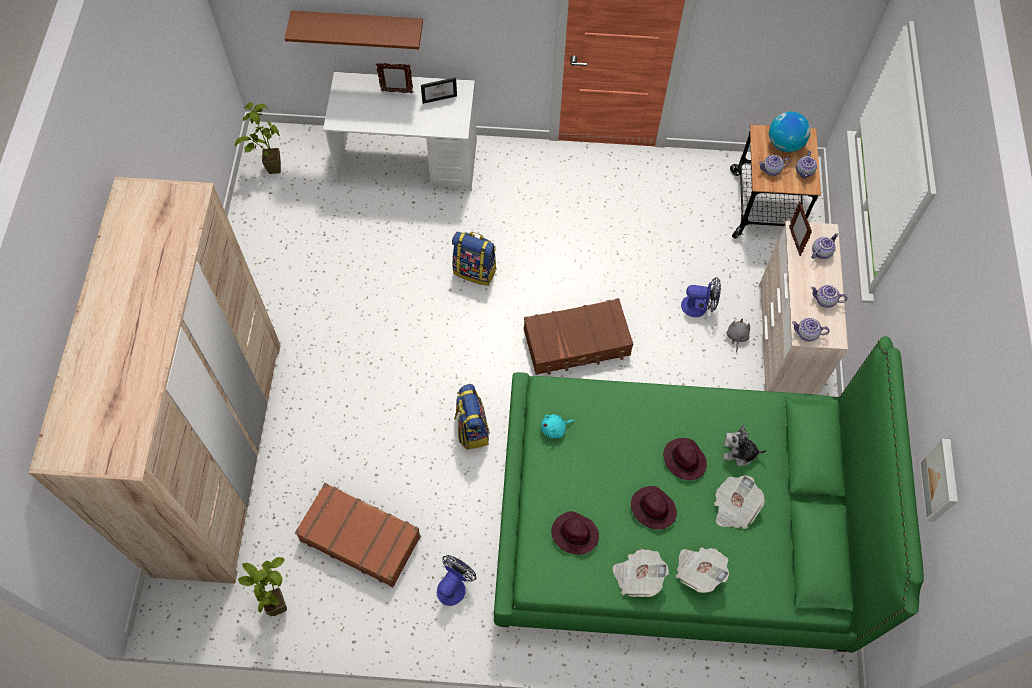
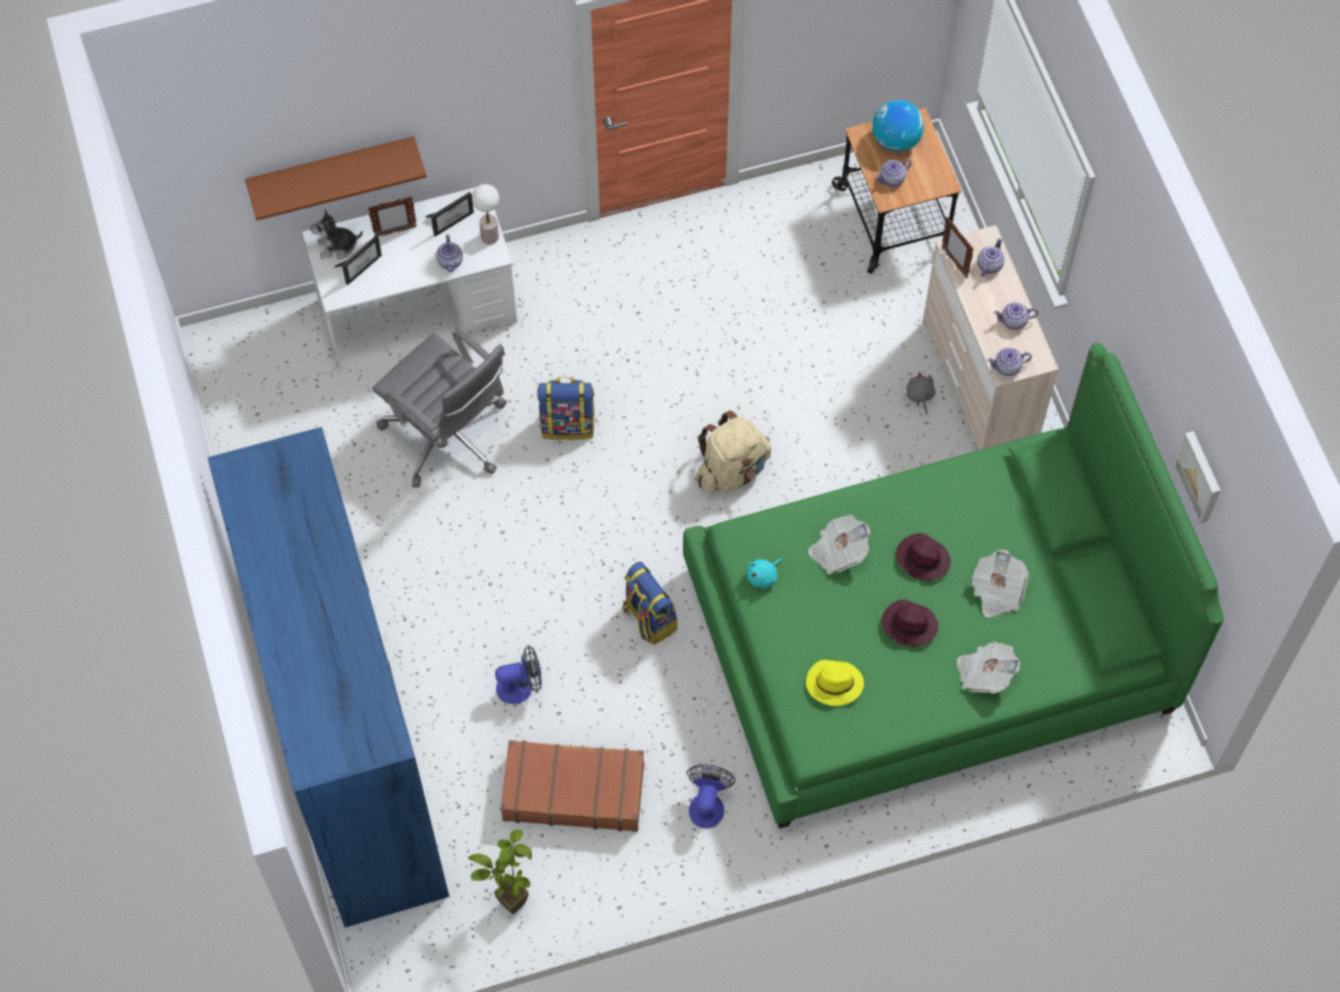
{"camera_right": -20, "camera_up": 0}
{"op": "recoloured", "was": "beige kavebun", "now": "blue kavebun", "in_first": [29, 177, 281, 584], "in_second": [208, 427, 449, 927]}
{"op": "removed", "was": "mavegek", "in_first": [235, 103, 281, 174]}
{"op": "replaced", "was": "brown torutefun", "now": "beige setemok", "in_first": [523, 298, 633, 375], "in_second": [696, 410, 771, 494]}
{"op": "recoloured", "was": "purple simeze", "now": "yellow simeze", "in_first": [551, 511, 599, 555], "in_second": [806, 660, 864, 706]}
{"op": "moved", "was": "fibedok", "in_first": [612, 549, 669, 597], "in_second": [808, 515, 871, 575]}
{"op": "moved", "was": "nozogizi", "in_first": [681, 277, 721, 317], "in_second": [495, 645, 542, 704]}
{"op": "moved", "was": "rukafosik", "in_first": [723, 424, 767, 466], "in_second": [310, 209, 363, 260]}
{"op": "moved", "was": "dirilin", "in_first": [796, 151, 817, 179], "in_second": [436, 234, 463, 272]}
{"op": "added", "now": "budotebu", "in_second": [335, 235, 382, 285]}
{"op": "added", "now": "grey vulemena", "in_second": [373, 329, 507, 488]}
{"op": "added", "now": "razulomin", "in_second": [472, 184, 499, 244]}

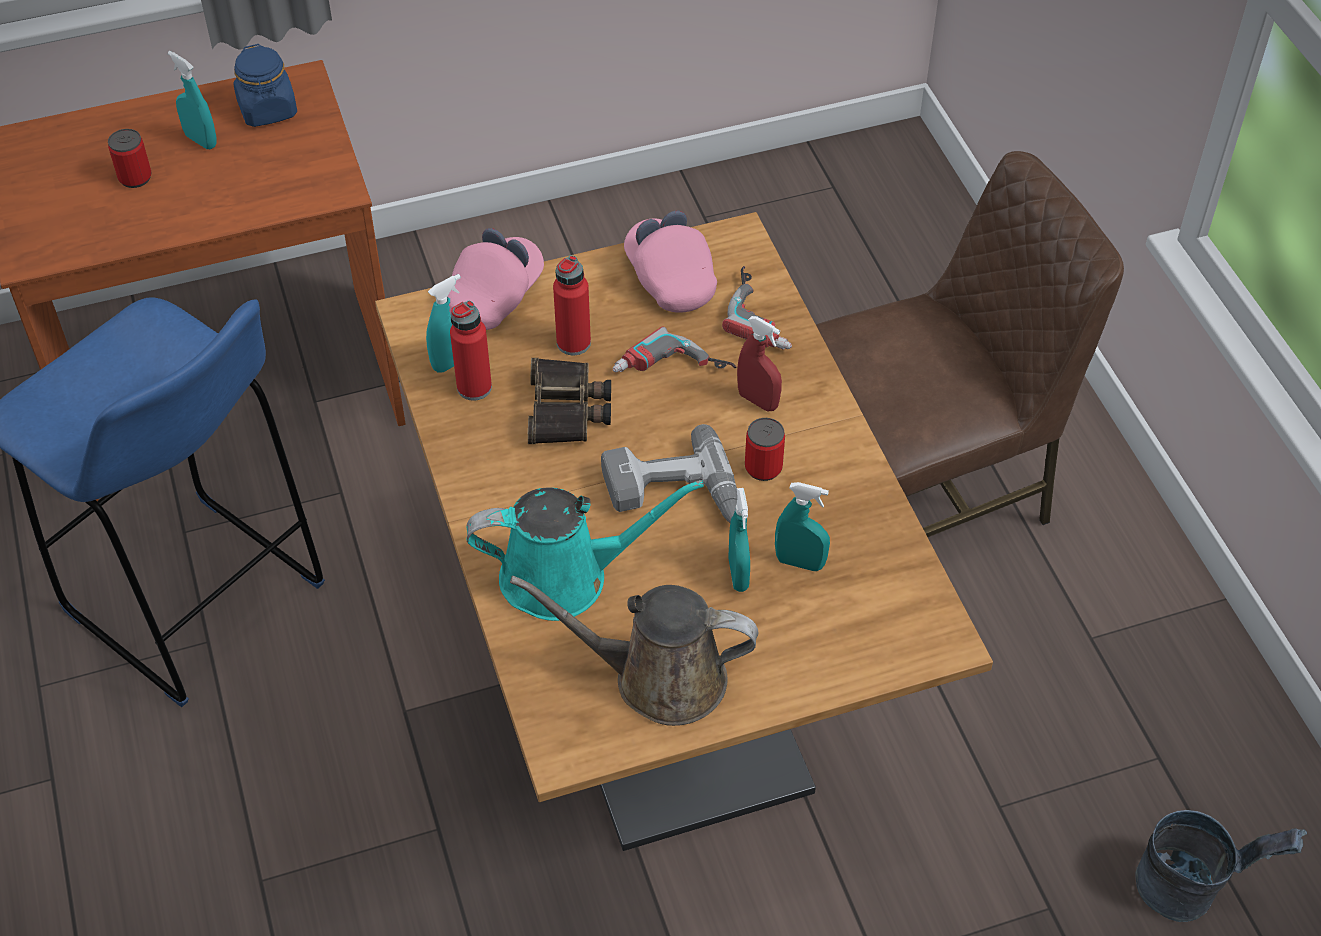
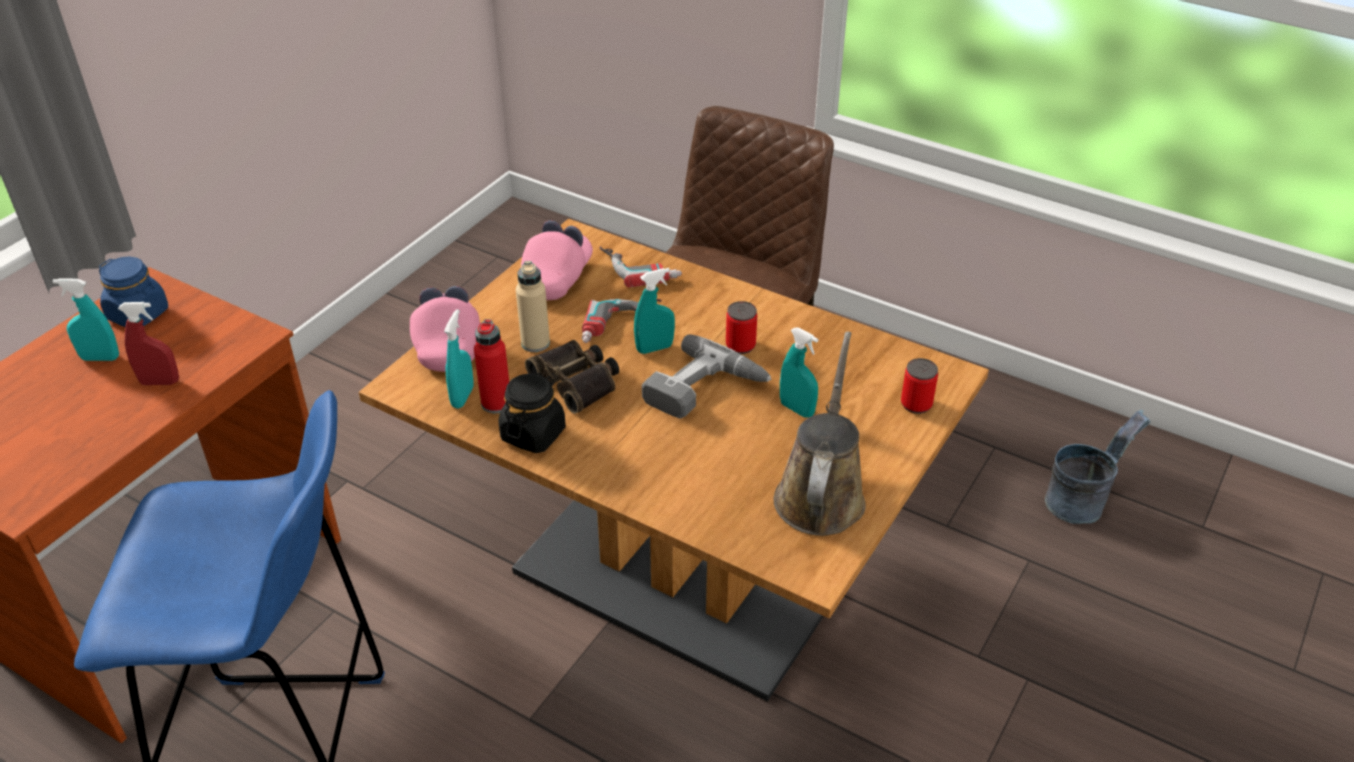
{"camera_right": -40, "camera_up": -10}
{"op": "moved", "was": "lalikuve", "in_first": [108, 129, 151, 188], "in_second": [901, 358, 938, 414]}
{"op": "removed", "was": "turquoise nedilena", "in_first": [467, 480, 704, 621]}
{"op": "turned", "was": "brown nedilena", "in_first": [510, 575, 759, 726], "in_second": [774, 332, 866, 536], "clockwise": 135}
{"op": "recoloured", "was": "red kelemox", "now": "beige kelemox", "in_first": [553, 255, 591, 355], "in_second": [516, 261, 550, 352]}
{"op": "turned", "was": "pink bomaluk", "in_first": [624, 211, 717, 313], "in_second": [521, 220, 593, 300], "clockwise": 90}
{"op": "moved", "was": "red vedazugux", "in_first": [737, 316, 782, 412], "in_second": [118, 302, 179, 385]}
{"op": "moved", "was": "turquoise vedazugux", "in_first": [775, 482, 830, 571], "in_second": [634, 268, 675, 354]}
{"op": "added", "now": "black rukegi", "in_second": [498, 372, 566, 453]}

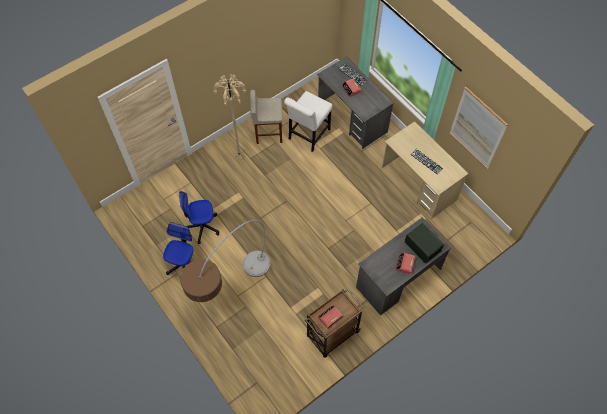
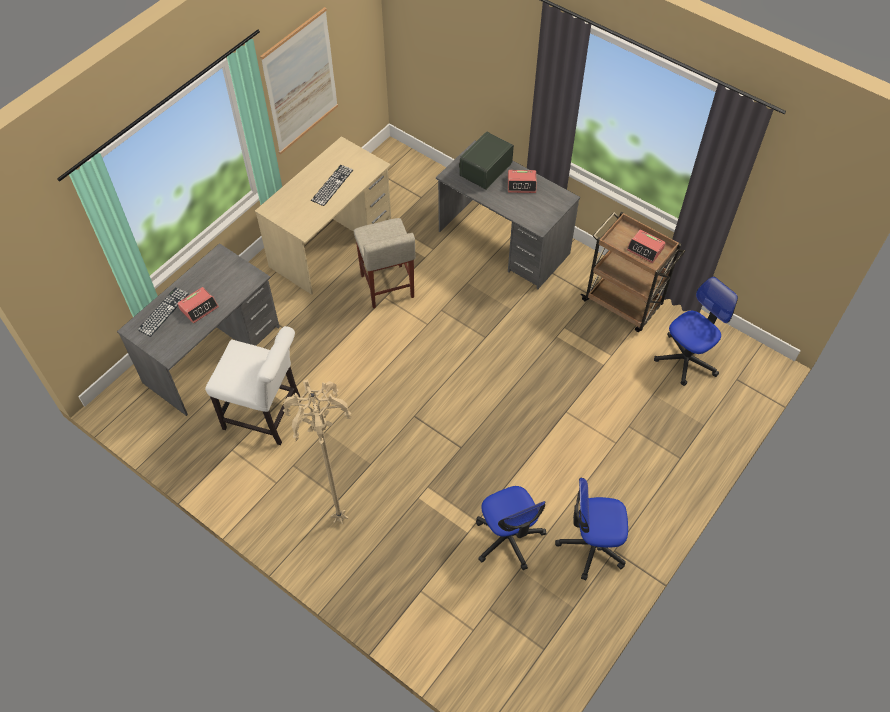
{"camera_right": -105, "camera_up": -5}
{"op": "removed", "was": "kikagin", "in_first": [180, 220, 271, 302]}
{"op": "moved", "was": "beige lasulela", "in_first": [250, 90, 283, 144], "in_second": [354, 218, 416, 308]}
{"op": "added", "now": "vulemena", "in_second": [654, 277, 738, 386]}

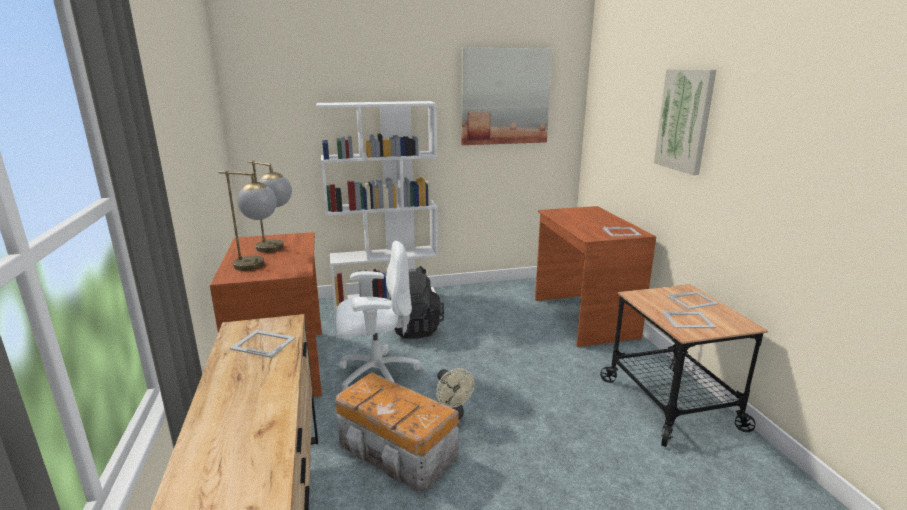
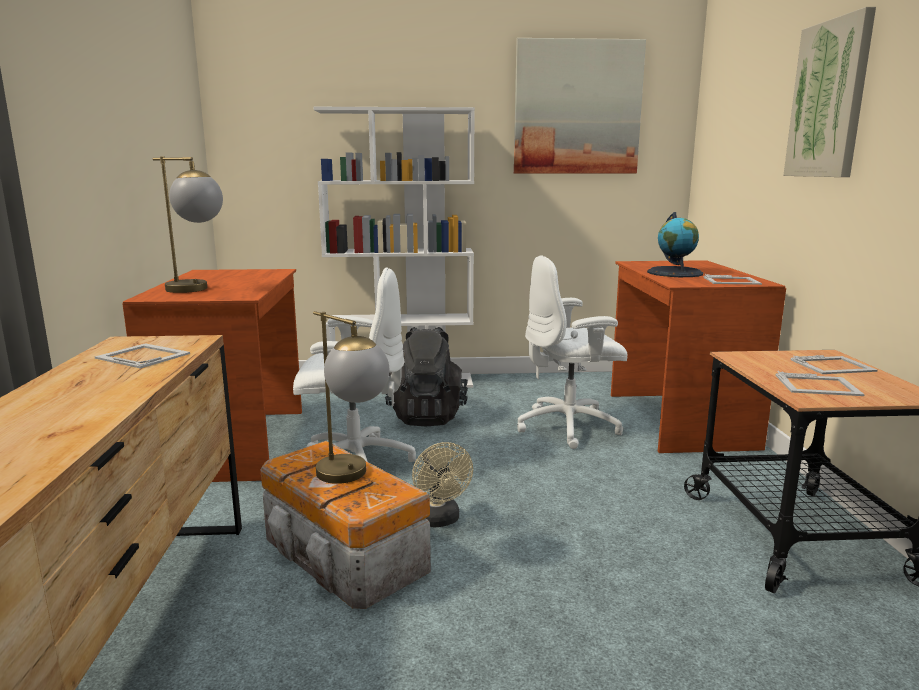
{"camera_right": 10, "camera_up": -5}
{"op": "moved", "was": "razulomin", "in_first": [247, 161, 292, 252], "in_second": [313, 311, 390, 484]}
{"op": "added", "now": "white vulemena", "in_second": [517, 255, 628, 449]}
{"op": "added", "now": "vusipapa", "in_second": [647, 212, 703, 277]}

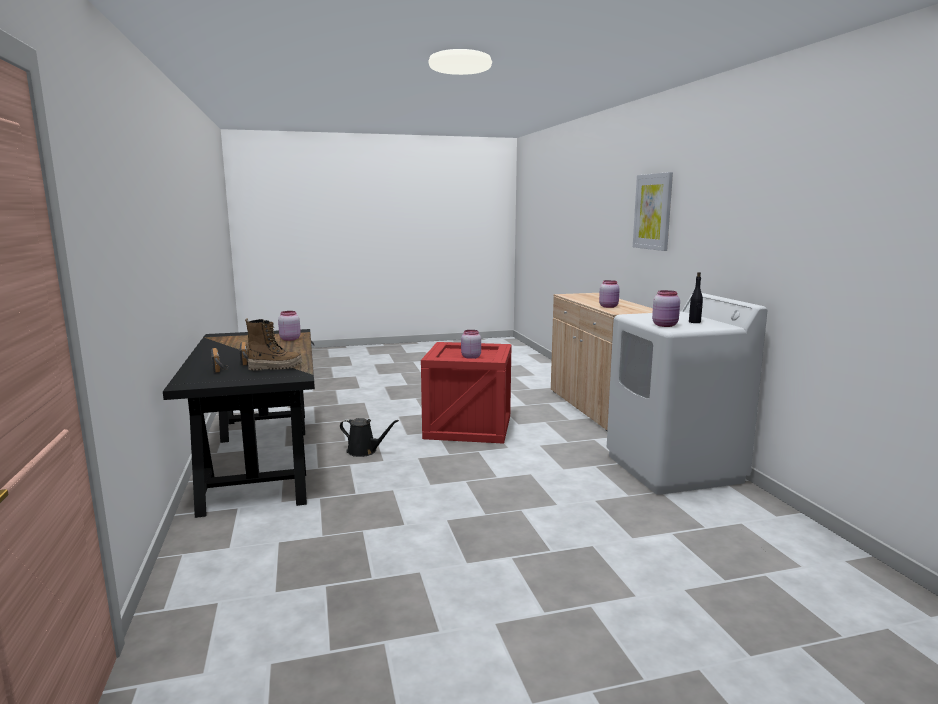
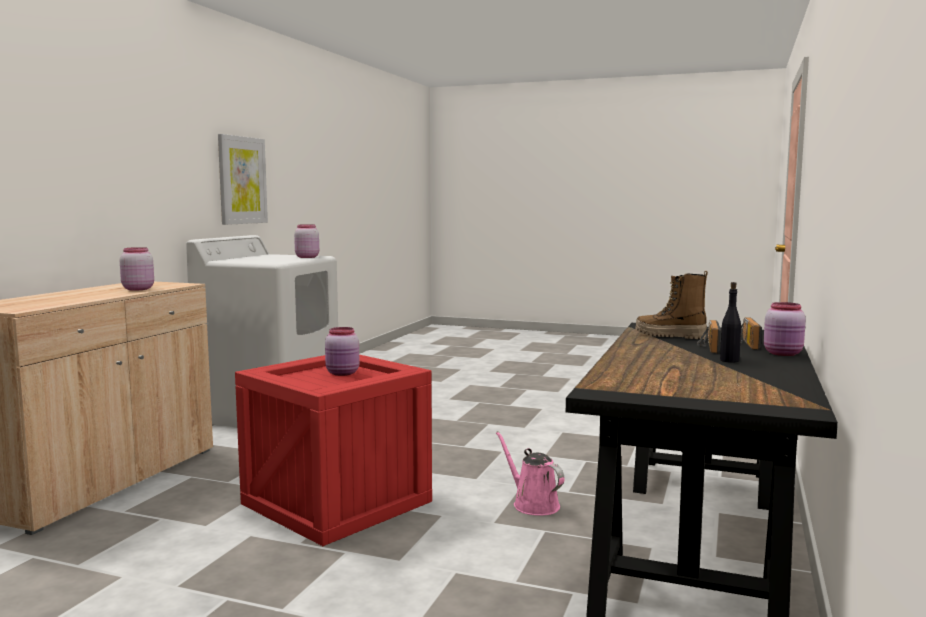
{"camera_right": -145, "camera_up": -5}
{"op": "moved", "was": "pink rukegi", "in_first": [278, 311, 301, 341], "in_second": [764, 302, 806, 356]}
{"op": "recoloured", "was": "black nedilena", "now": "pink nedilena", "in_first": [340, 418, 399, 457], "in_second": [496, 431, 565, 516]}
{"op": "moved", "was": "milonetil", "in_first": [633, 172, 673, 251], "in_second": [218, 134, 268, 225]}
{"op": "moved", "was": "black kelemox", "in_first": [689, 272, 703, 323], "in_second": [720, 282, 741, 363]}

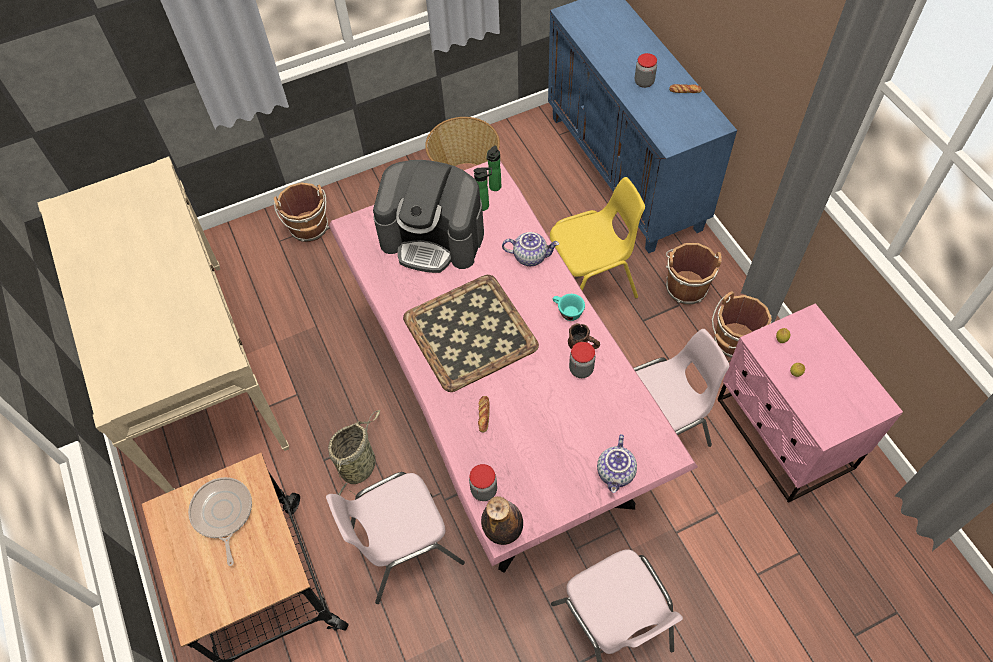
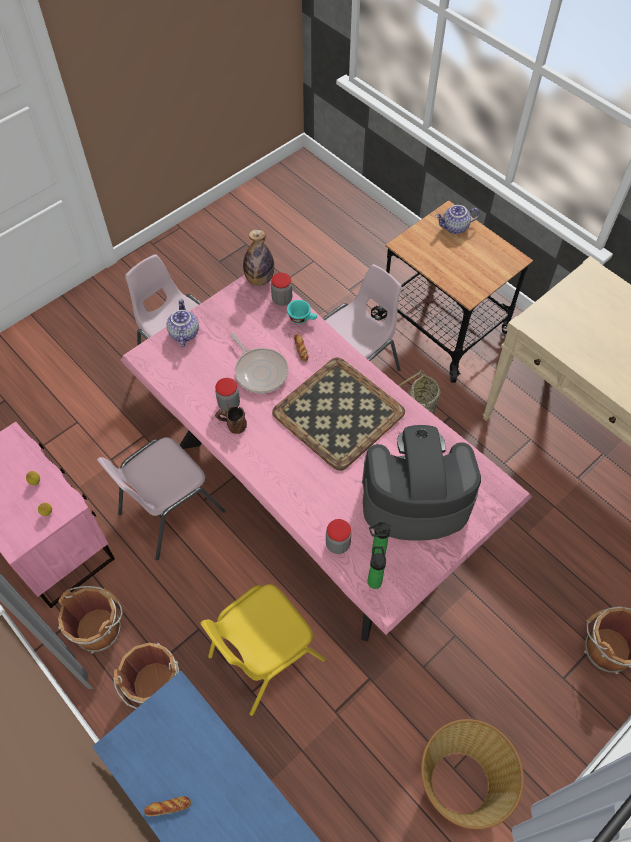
{"camera_right": 160, "camera_up": 0}
{"op": "moved", "was": "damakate", "in_first": [188, 477, 252, 566], "in_second": [230, 333, 289, 393]}
{"op": "moved", "was": "dirilin", "in_first": [502, 232, 559, 266], "in_second": [436, 205, 480, 234]}
{"op": "moved", "was": "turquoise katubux", "in_first": [553, 294, 585, 321], "in_second": [287, 300, 317, 324]}
{"op": "moved", "was": "rukegi", "in_first": [635, 53, 657, 88], "in_second": [326, 519, 352, 554]}

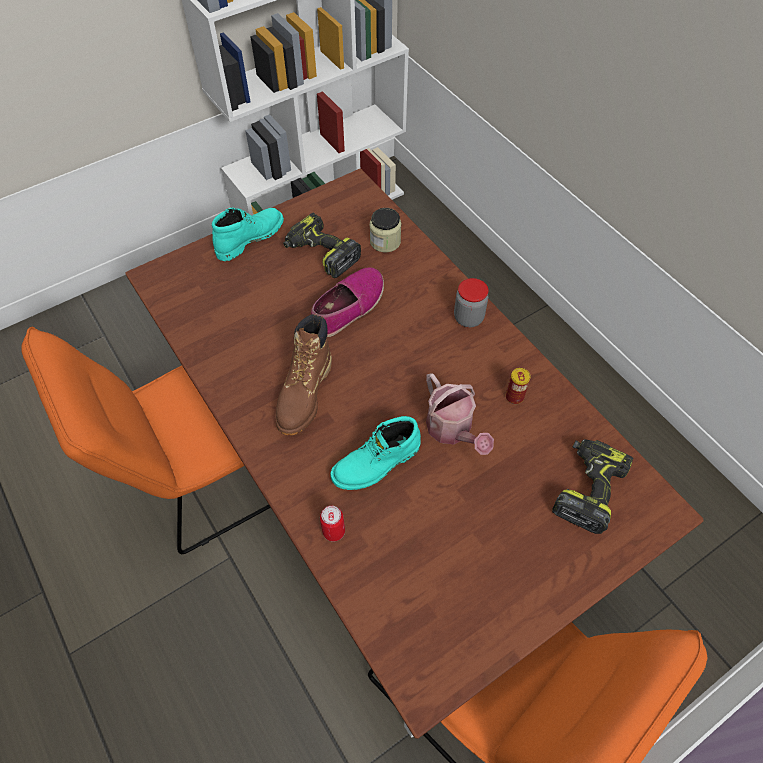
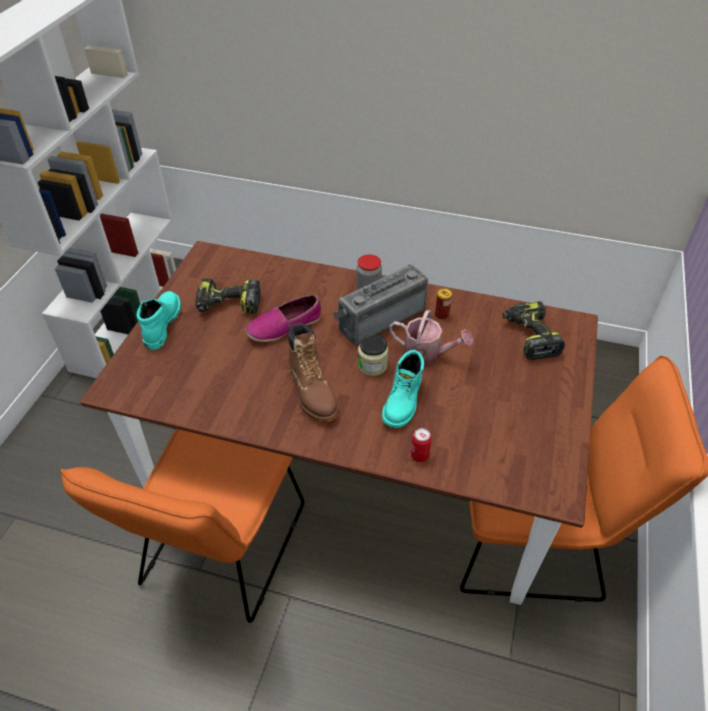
{"camera_right": -40, "camera_up": -10}
{"op": "turned", "was": "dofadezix", "in_first": [311, 268, 384, 337], "in_second": [245, 295, 321, 342], "clockwise": -120}
{"op": "moved", "was": "rukegi", "in_first": [370, 208, 401, 253], "in_second": [358, 334, 388, 376]}
{"op": "added", "now": "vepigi", "in_second": [333, 264, 428, 345]}

